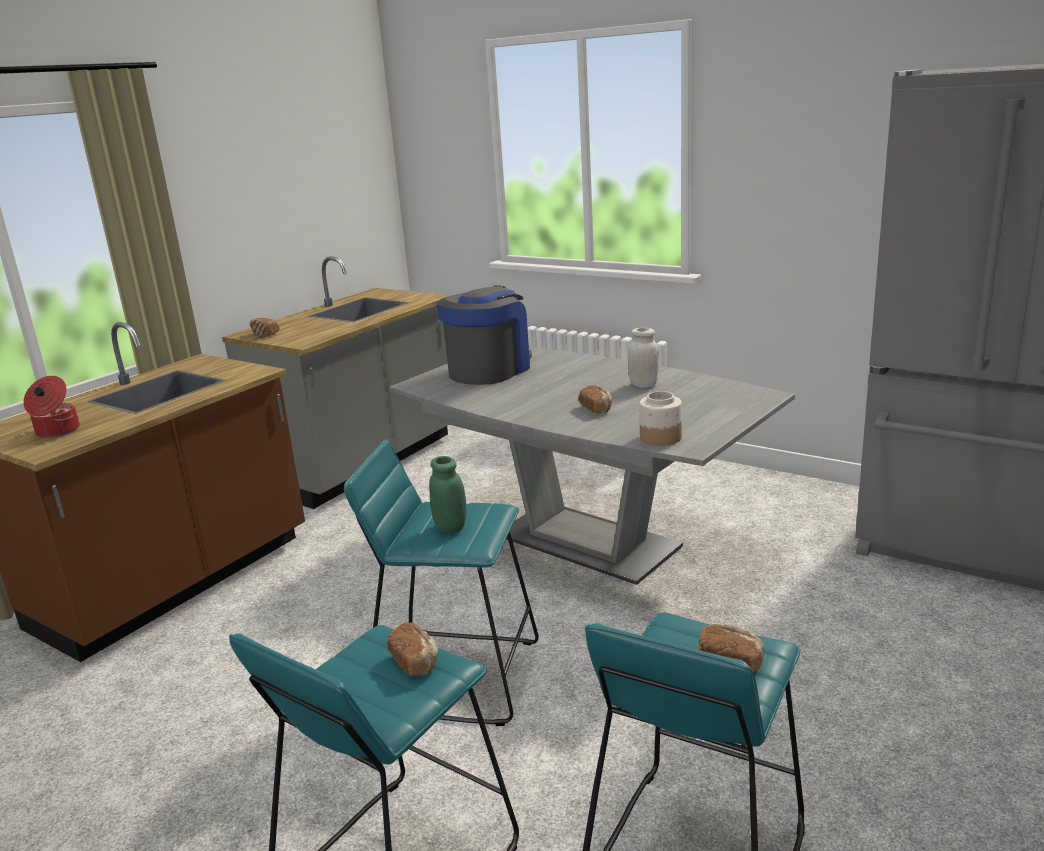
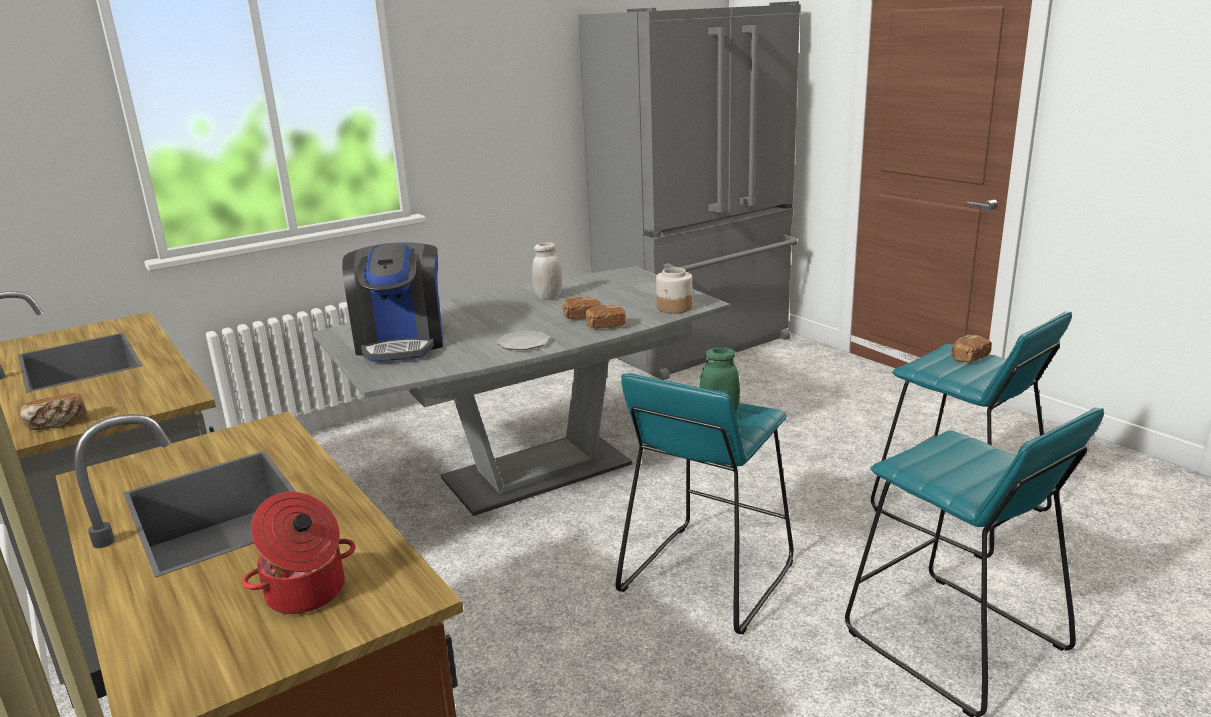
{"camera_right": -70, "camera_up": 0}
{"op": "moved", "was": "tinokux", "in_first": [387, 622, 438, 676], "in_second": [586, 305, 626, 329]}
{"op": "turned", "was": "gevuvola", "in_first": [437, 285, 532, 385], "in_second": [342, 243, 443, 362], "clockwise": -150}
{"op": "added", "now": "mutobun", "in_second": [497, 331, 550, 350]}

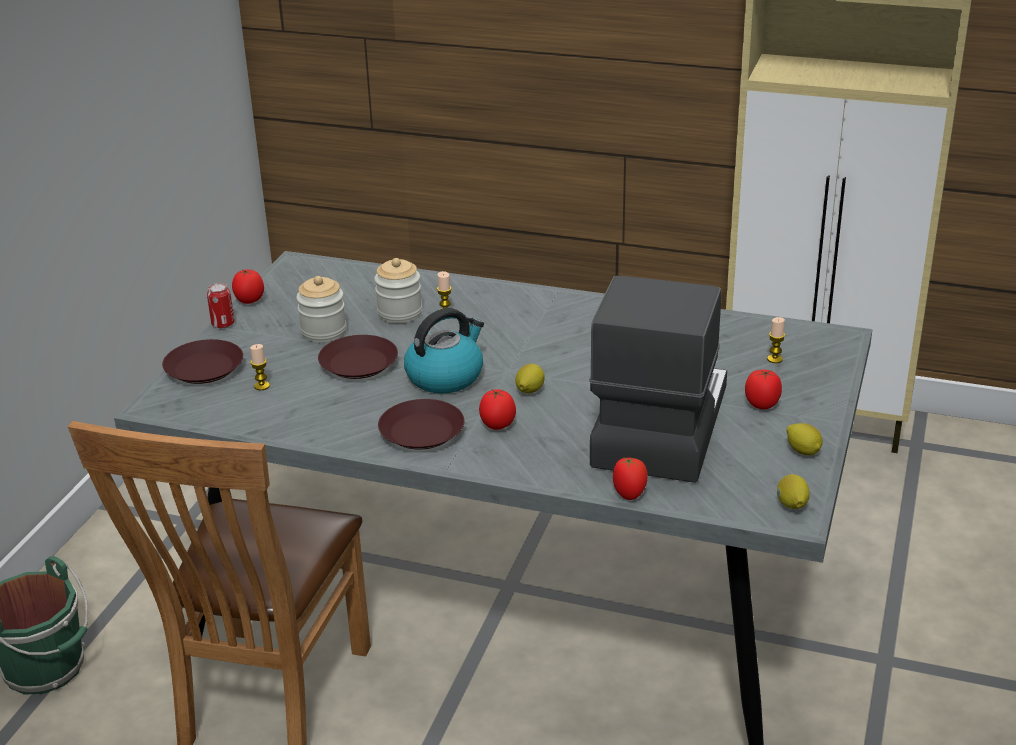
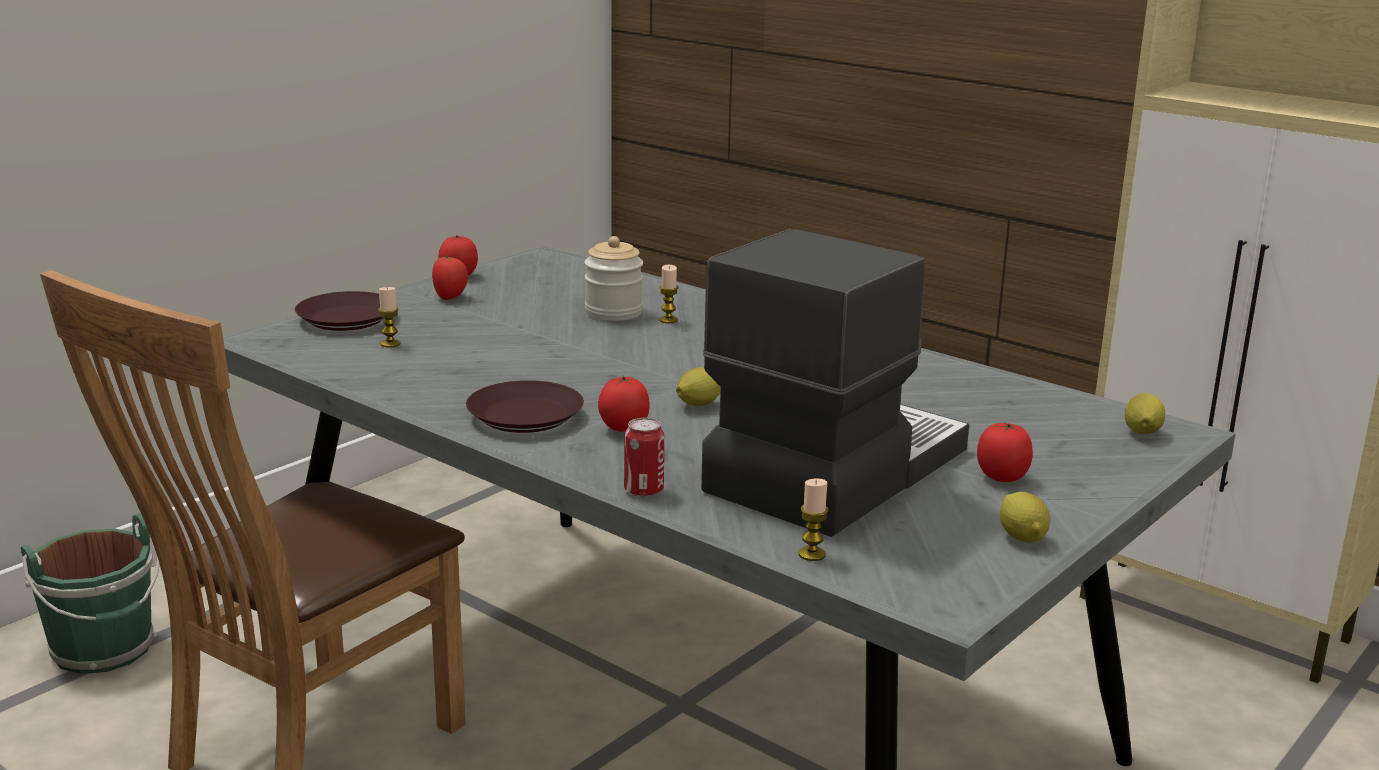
{"camera_right": 20, "camera_up": -10}
{"op": "moved", "was": "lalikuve", "in_first": [207, 283, 235, 328], "in_second": [624, 418, 664, 497]}
{"op": "removed", "was": "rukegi", "in_first": [296, 276, 346, 343]}
{"op": "removed", "was": "brown mutobun", "in_first": [318, 335, 398, 379]}
{"op": "removed", "was": "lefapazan", "in_first": [404, 308, 484, 394]}
{"op": "moved", "was": "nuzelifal", "in_first": [613, 456, 648, 500], "in_second": [432, 256, 468, 300]}
{"op": "moved", "was": "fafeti", "in_first": [767, 317, 785, 363], "in_second": [798, 478, 829, 561]}
{"op": "moved", "was": "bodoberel", "in_first": [777, 474, 810, 509], "in_second": [1124, 393, 1165, 434]}

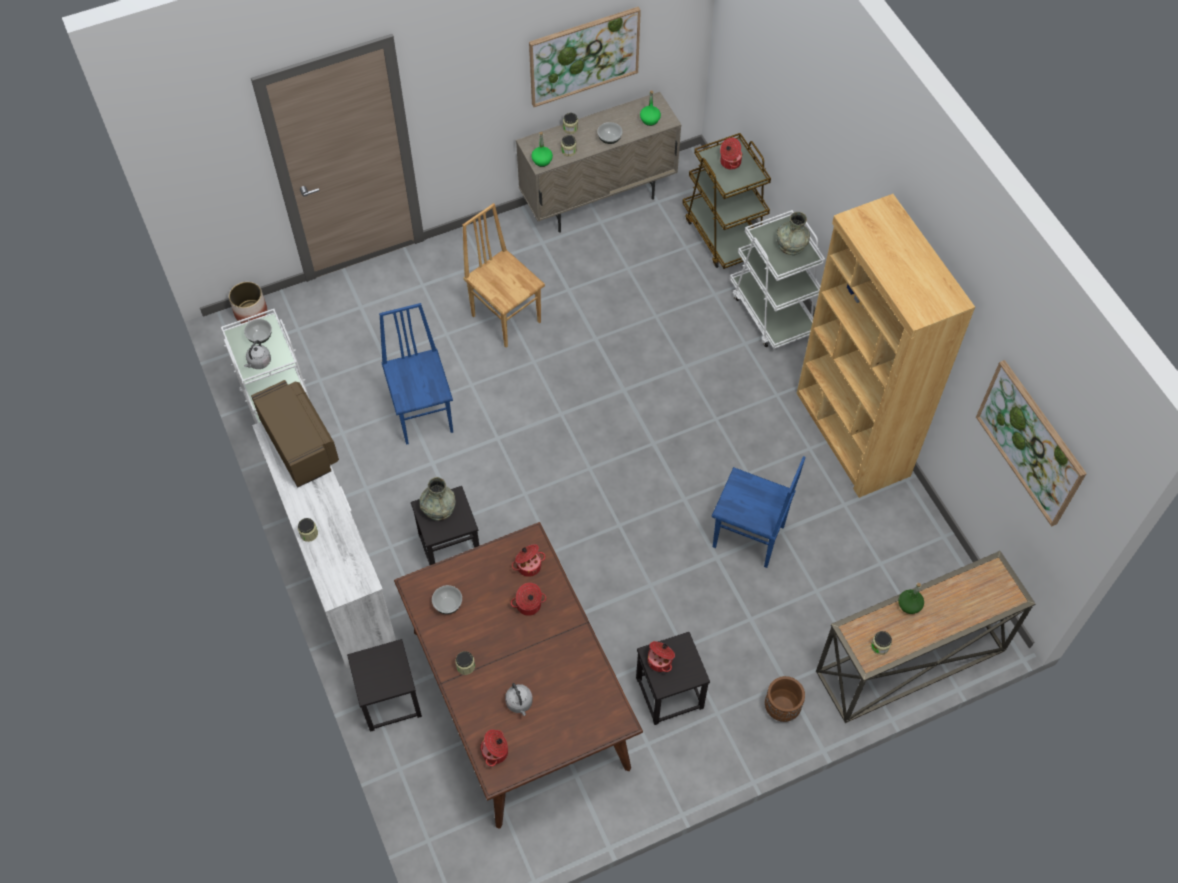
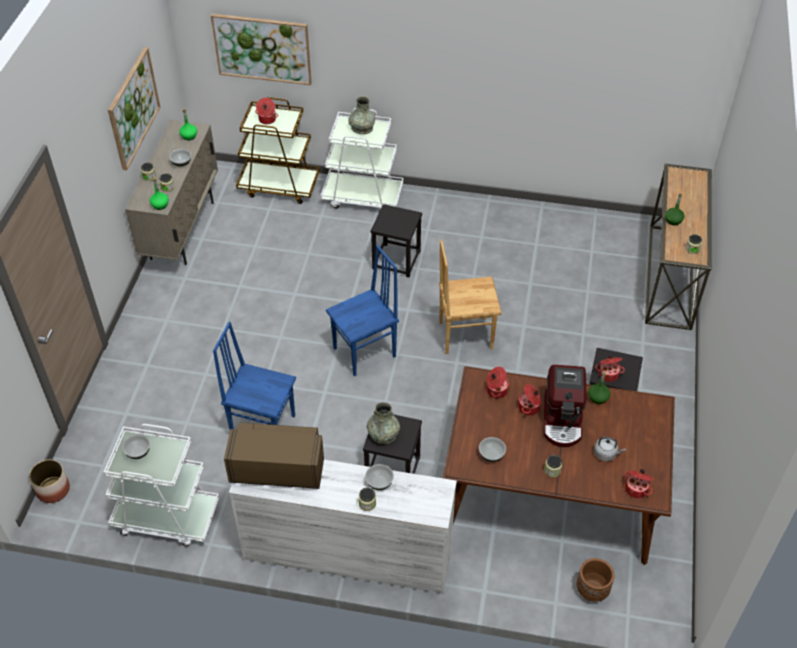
{"camera_right": -55, "camera_up": -10}
{"op": "removed", "was": "grey lefapazan", "in_first": [244, 340, 271, 369]}
{"op": "moved", "was": "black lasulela", "in_first": [347, 639, 422, 732], "in_second": [370, 204, 422, 277]}
{"op": "moved", "was": "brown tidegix", "in_first": [462, 203, 545, 348], "in_second": [439, 240, 502, 354]}
{"op": "moved", "was": "blue tidegix", "in_first": [712, 456, 806, 568], "in_second": [326, 245, 399, 376]}
{"op": "moved", "was": "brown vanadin", "in_first": [765, 676, 805, 722], "in_second": [577, 558, 615, 602]}
{"op": "removed", "was": "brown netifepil", "in_first": [797, 194, 975, 498]}
{"op": "moved", "was": "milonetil", "in_first": [976, 360, 1087, 527], "in_second": [211, 13, 312, 85]}
{"op": "added", "now": "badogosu", "in_second": [365, 464, 394, 490]}
{"op": "added", "now": "gevuvola", "in_second": [544, 365, 586, 447]}
{"op": "added", "now": "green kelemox", "in_second": [588, 371, 610, 404]}

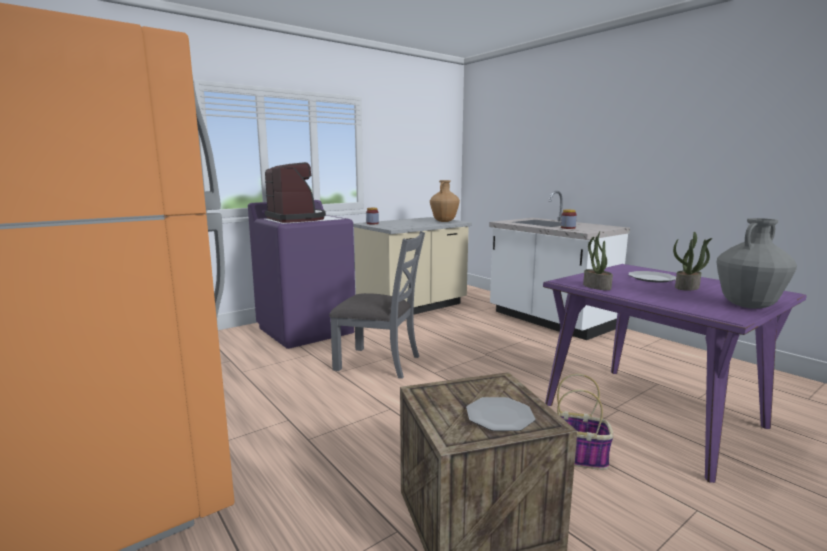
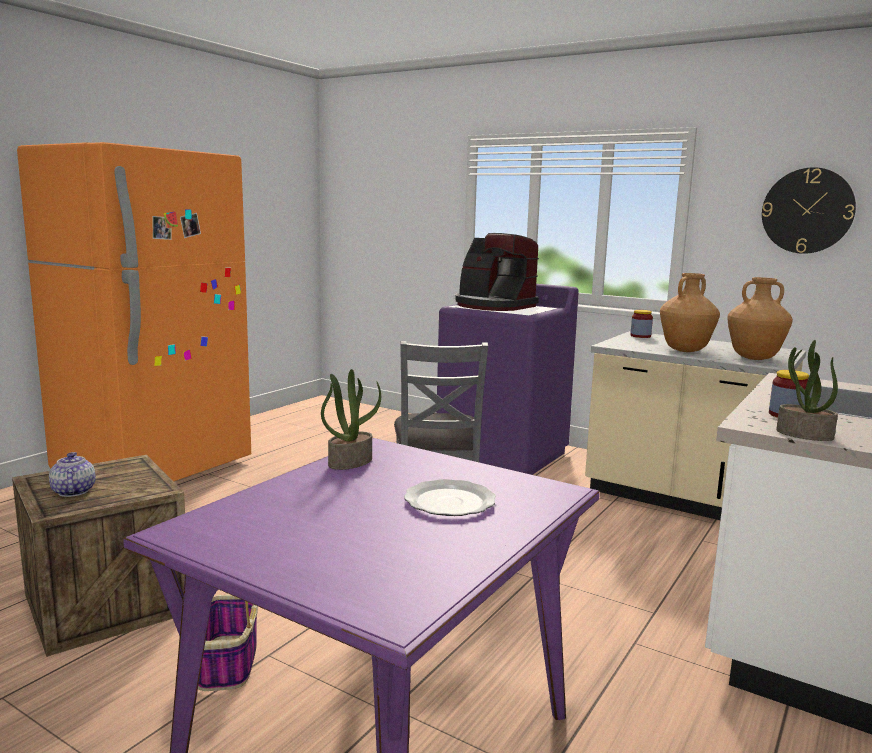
{"camera_right": 70, "camera_up": 0}
{"op": "turned", "was": "gevuvola", "in_first": [265, 162, 326, 223], "in_second": [455, 233, 539, 311], "clockwise": 90}
{"op": "replaced", "was": "mutobun", "now": "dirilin", "in_first": [466, 397, 535, 431], "in_second": [49, 452, 96, 497]}
{"op": "moved", "was": "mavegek", "in_first": [673, 232, 712, 291], "in_second": [776, 340, 838, 441]}
{"op": "removed", "was": "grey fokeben", "in_first": [717, 218, 797, 309]}
{"op": "added", "now": "brown fokeben", "in_second": [660, 273, 720, 352]}
{"op": "added", "now": "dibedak", "in_second": [762, 167, 856, 254]}

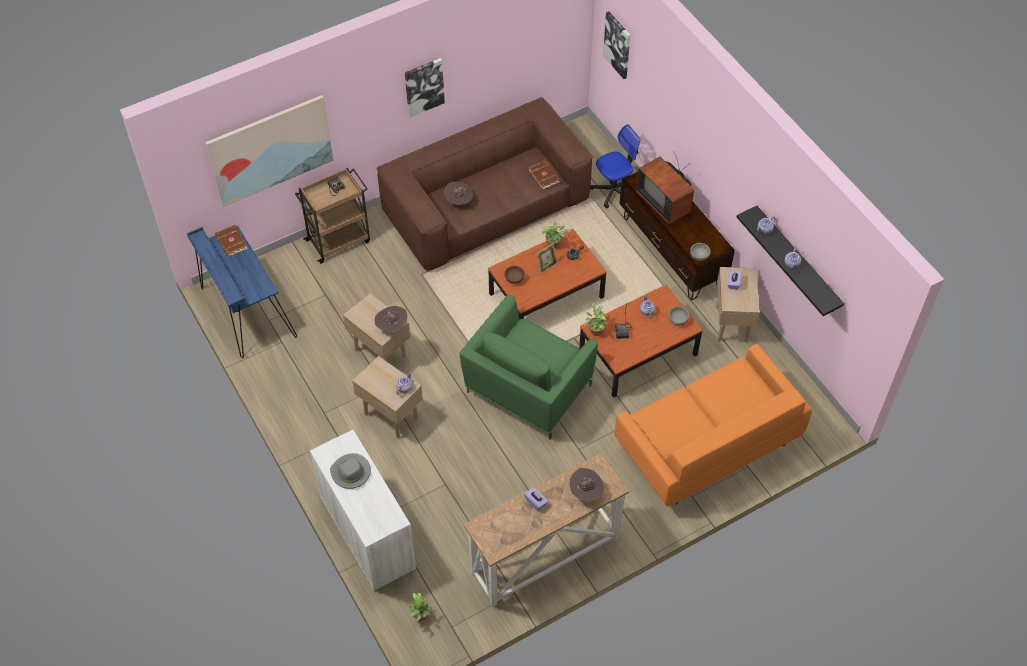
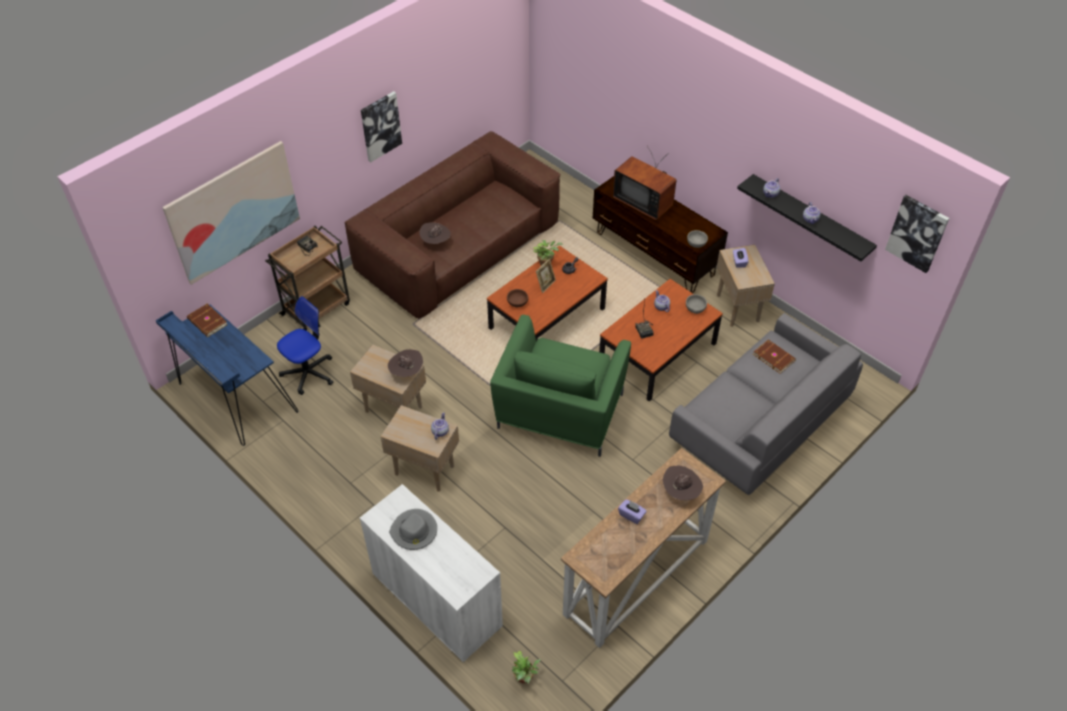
{"camera_right": -15, "camera_up": -5}
{"op": "moved", "was": "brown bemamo", "in_first": [528, 161, 561, 190], "in_second": [753, 339, 796, 374]}
{"op": "removed", "was": "mavegek", "in_first": [584, 302, 606, 336]}
{"op": "moved", "was": "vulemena", "in_first": [590, 124, 640, 209], "in_second": [277, 296, 334, 395]}
{"op": "moved", "was": "milonetil", "in_first": [603, 11, 630, 79], "in_second": [885, 195, 949, 273]}
{"op": "recoloured", "was": "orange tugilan", "now": "grey tugilan", "in_first": [614, 344, 812, 507], "in_second": [669, 313, 863, 495]}

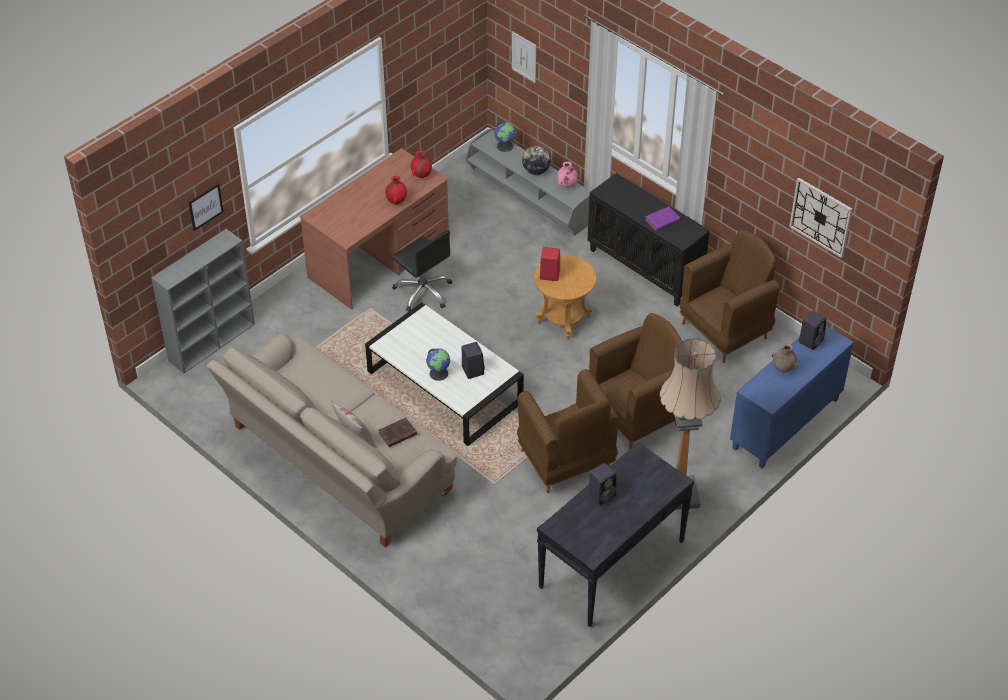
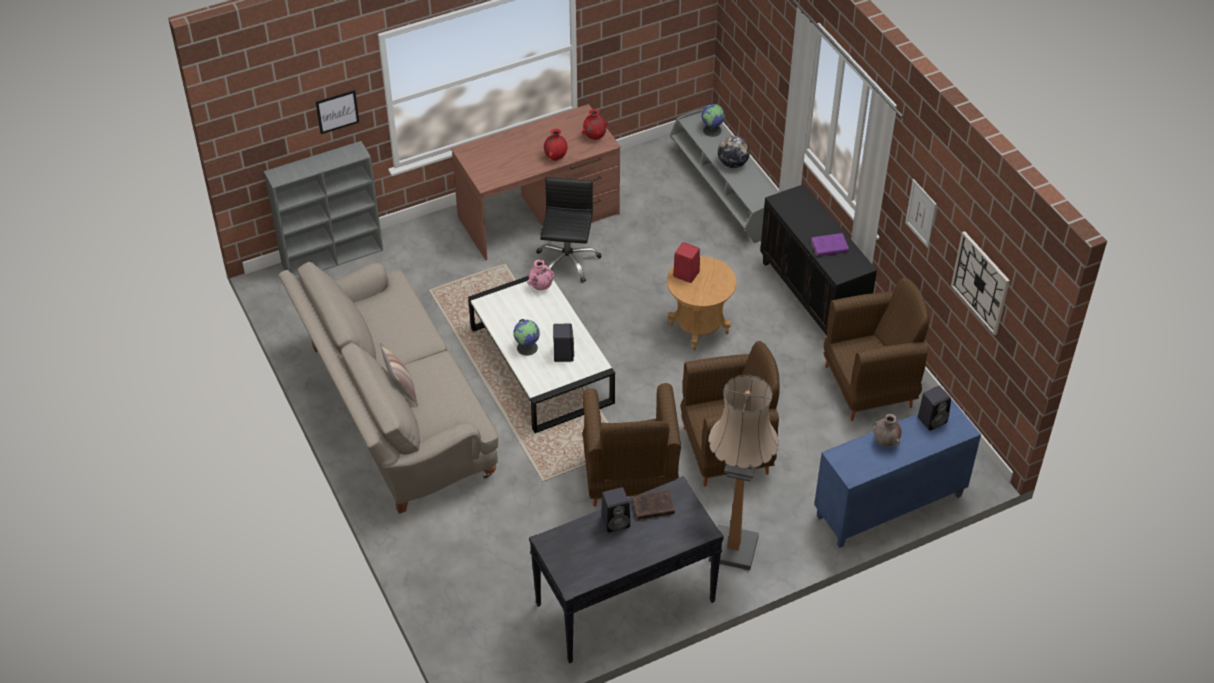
{"camera_right": 20, "camera_up": 0}
{"op": "moved", "was": "brown bemamo", "in_first": [379, 418, 417, 447], "in_second": [632, 490, 675, 520]}
{"op": "turned", "was": "black vulemena", "in_first": [391, 230, 452, 311], "in_second": [536, 177, 601, 283], "clockwise": -150}
{"op": "moved", "was": "milonetil", "in_first": [512, 31, 536, 83], "in_second": [905, 179, 937, 248]}
{"op": "moved", "was": "pink fokeben", "in_first": [557, 162, 578, 188], "in_second": [527, 260, 555, 290]}

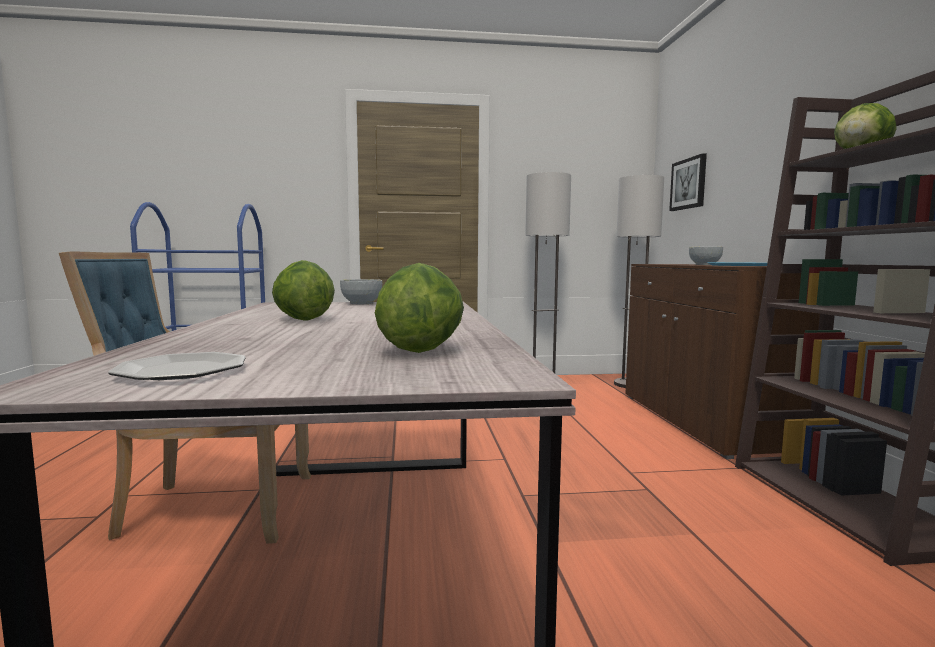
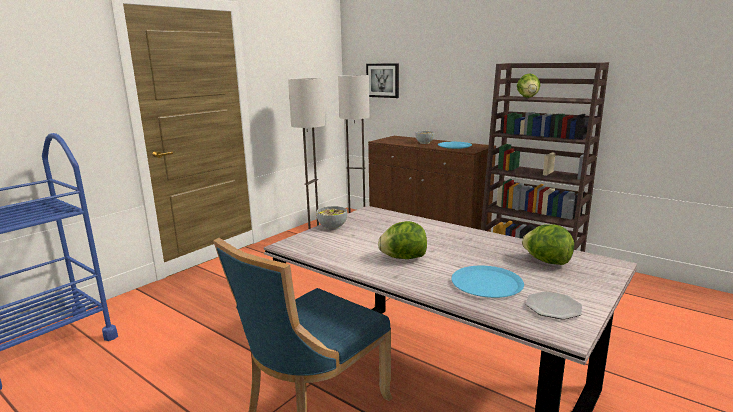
{"camera_right": -45, "camera_up": 10}
{"op": "added", "now": "blue mutobun", "in_second": [451, 266, 524, 298]}

